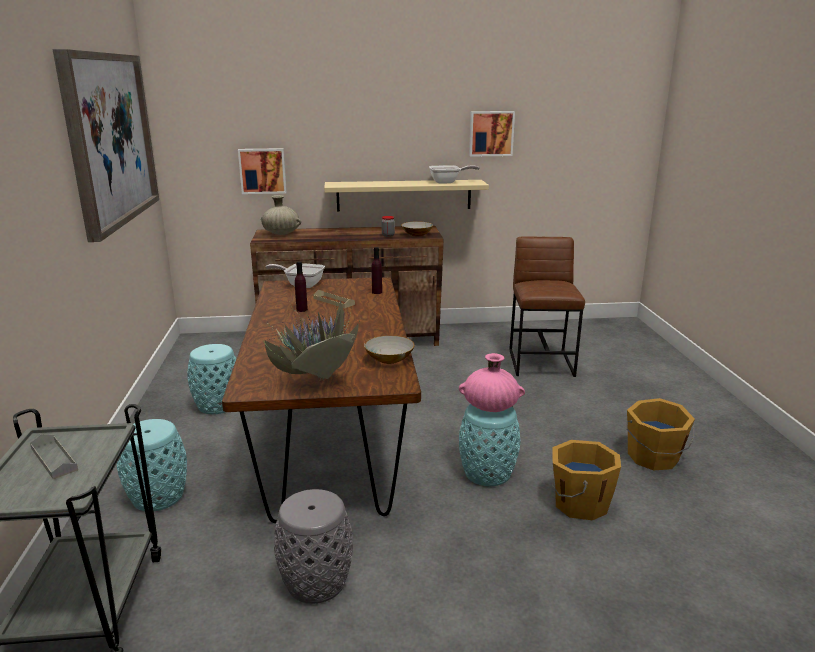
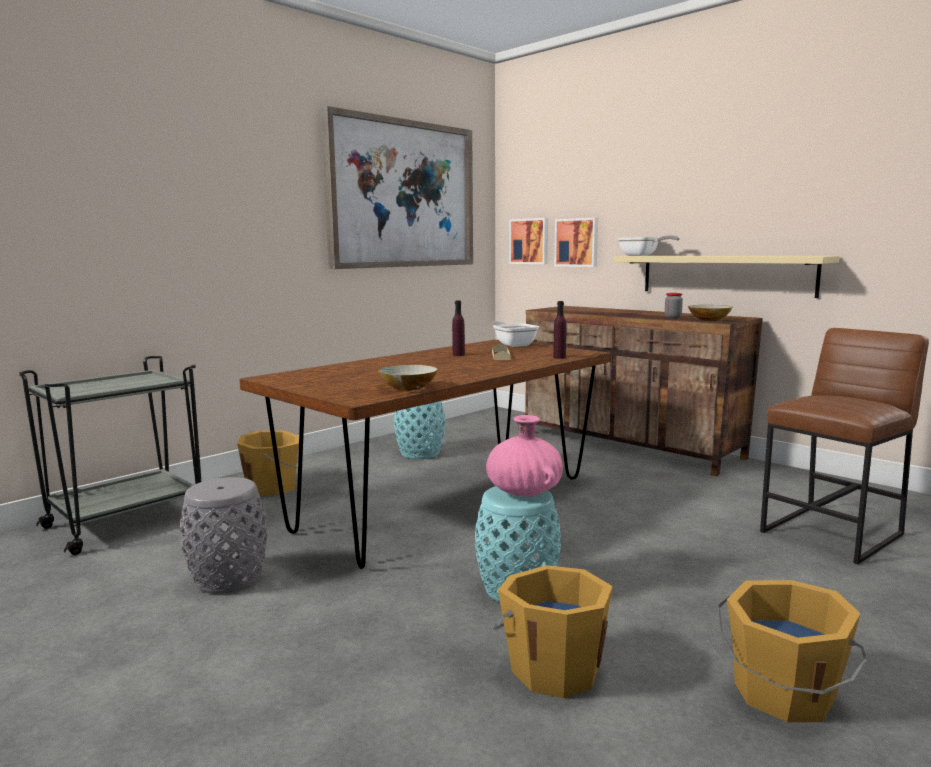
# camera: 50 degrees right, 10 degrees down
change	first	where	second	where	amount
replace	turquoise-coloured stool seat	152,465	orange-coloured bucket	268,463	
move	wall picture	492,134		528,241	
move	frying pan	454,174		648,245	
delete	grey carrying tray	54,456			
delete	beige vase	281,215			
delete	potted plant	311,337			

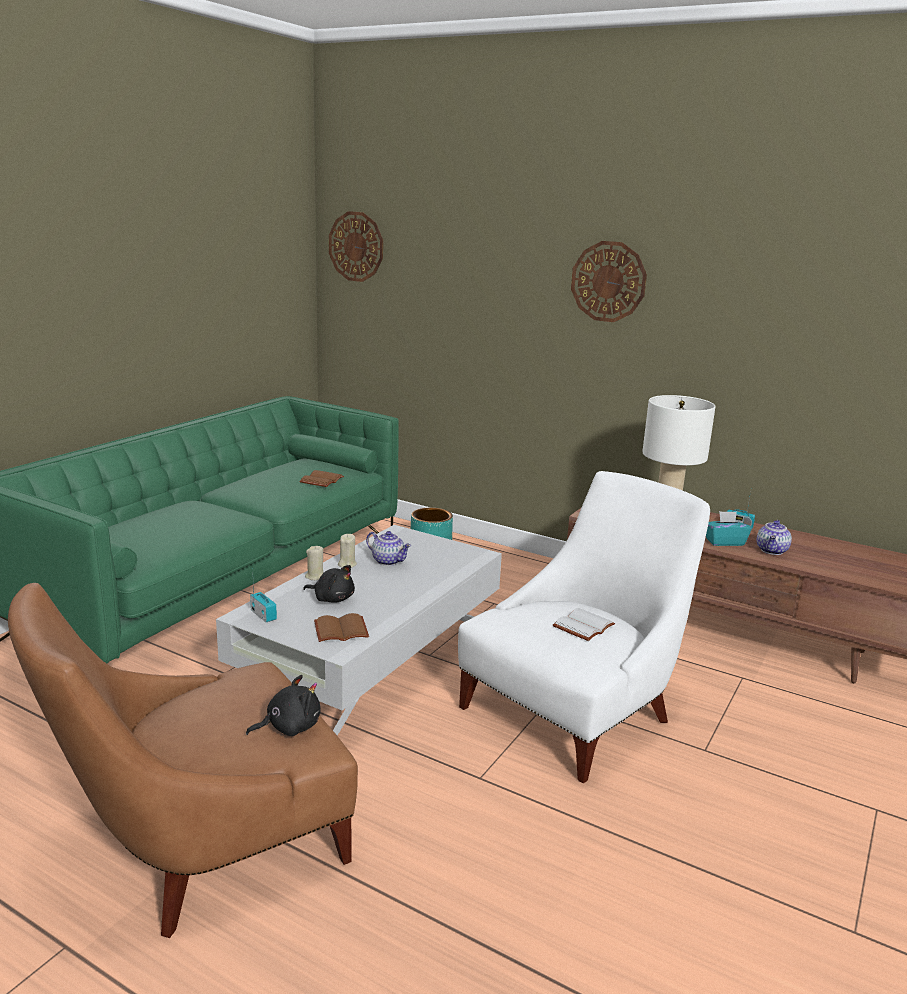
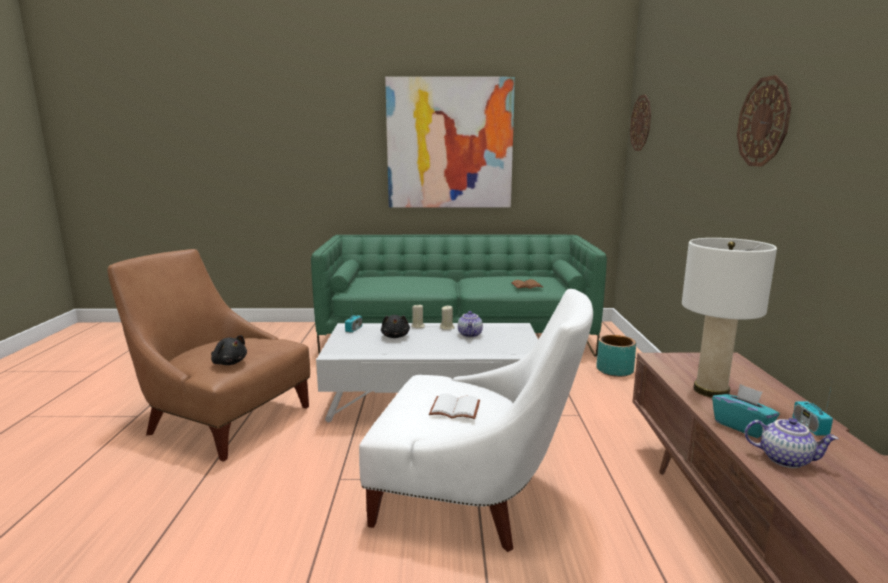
# camera: 60 degrees right, 5 degrees down
change	first	where	second	where	amount
insert			wall picture	450,142	
rotate	tea pot	774,537		791,443	150 degrees counterclockwise
delete	brownish bound book	341,627			

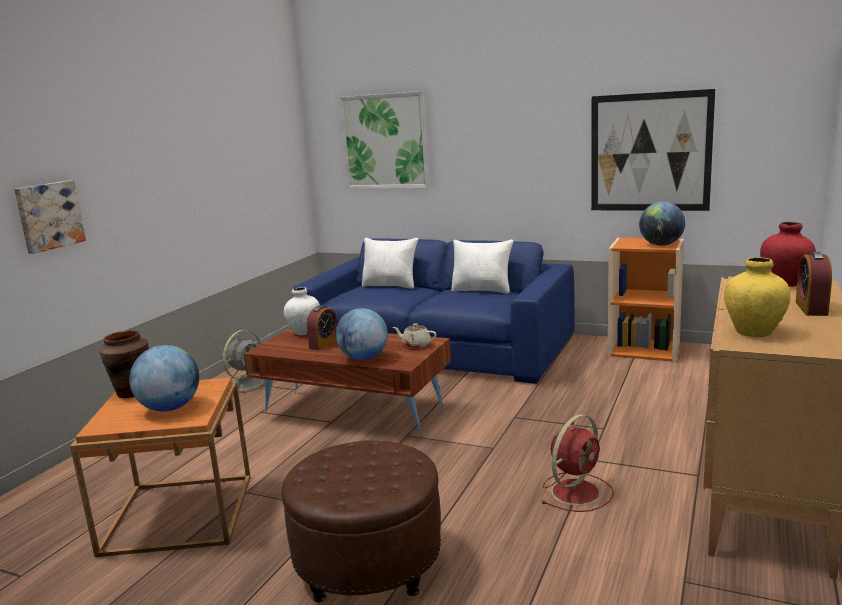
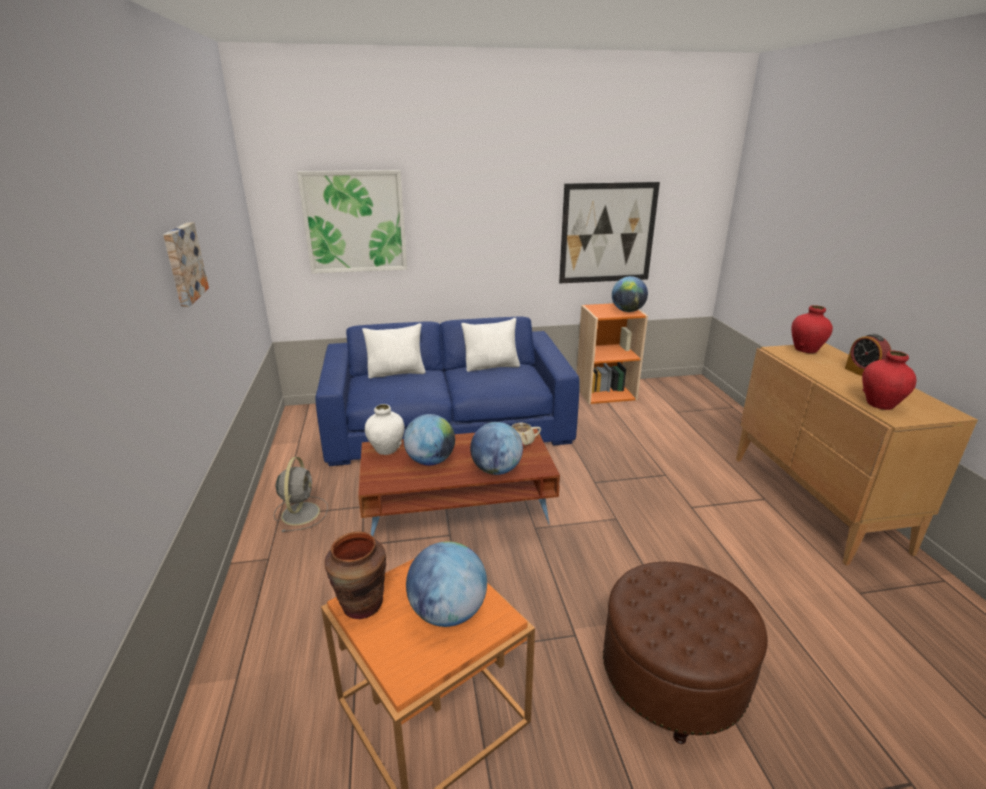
# camera: 35 degrees left, 10 degrees up
change	first	where	second	where	amount
move	wall picture	50,217		186,264	
replace	alarm clock	321,327	desk globe	429,439	
recolor	yellow-coloured vase	757,297	reddish vase	889,380	
delete	reddish electric fan	578,463			

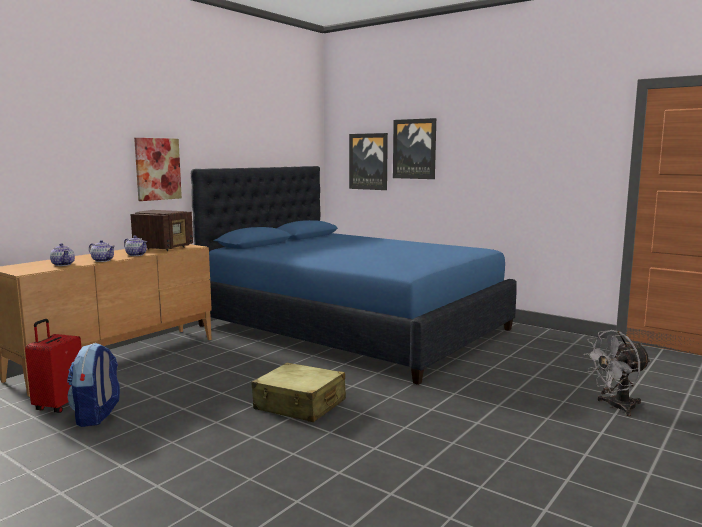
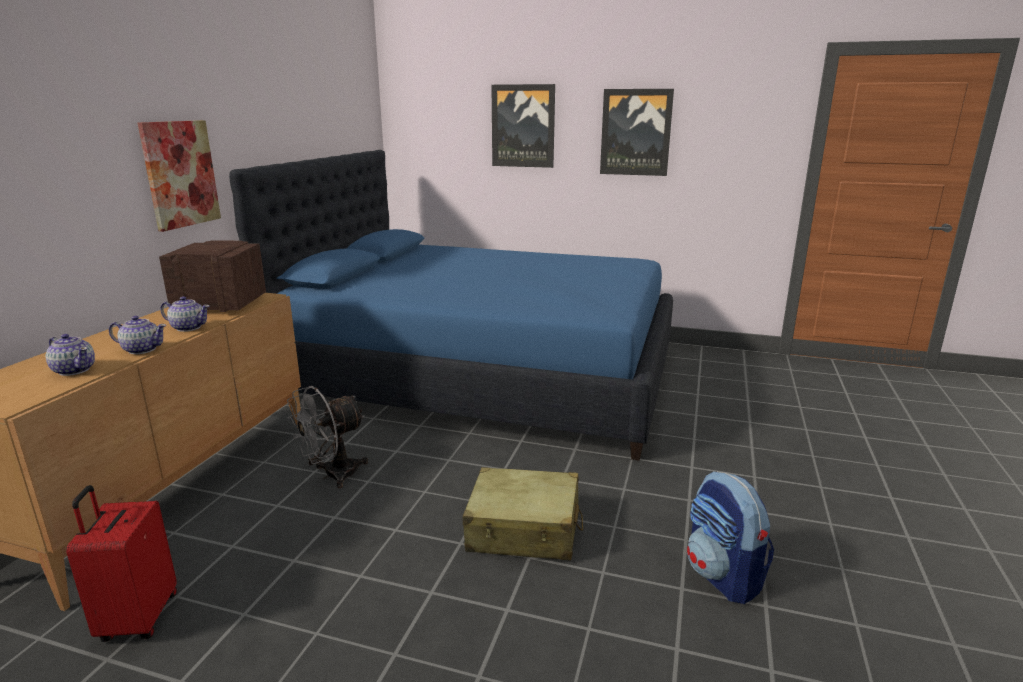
# camera: 20 degrees left, 10 degrees up
change	first	where	second	where	amount
rotate	radio receiver	162,230		212,276	90 degrees counterclockwise
move	grey electric fan	617,373		327,437	
move	wall picture	368,161		637,132	
move	knapsack	93,385		730,537	

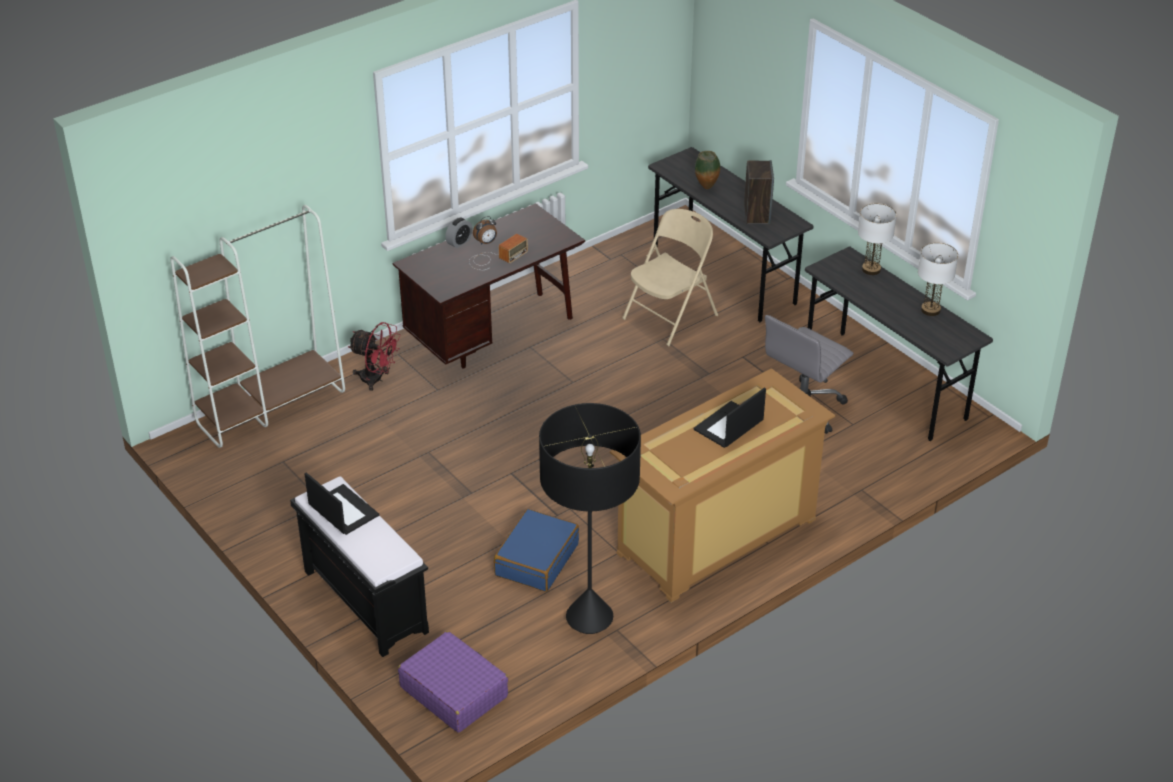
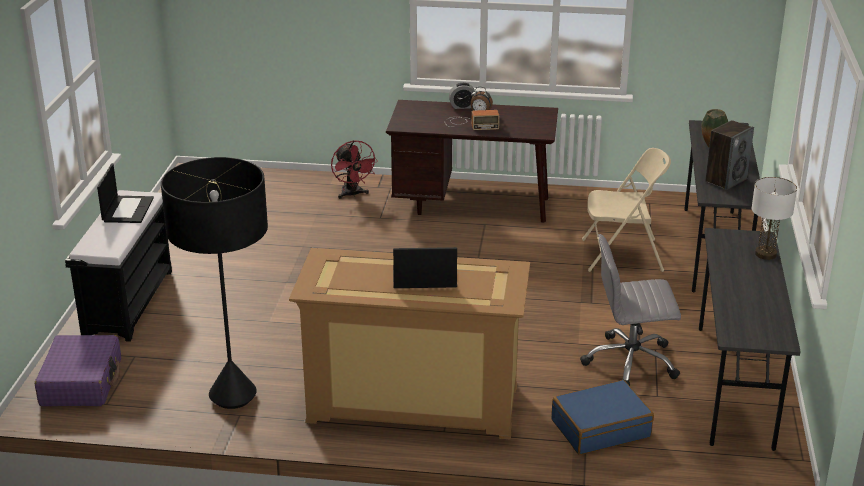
# camera: 45 degrees right, 10 degrees down
change	first	where	second	where	amount
move	blue-coloured piece of luggage	536,550		602,417	
delete	brownish garment stand	257,326			
delete	tabletop lamp	938,279			

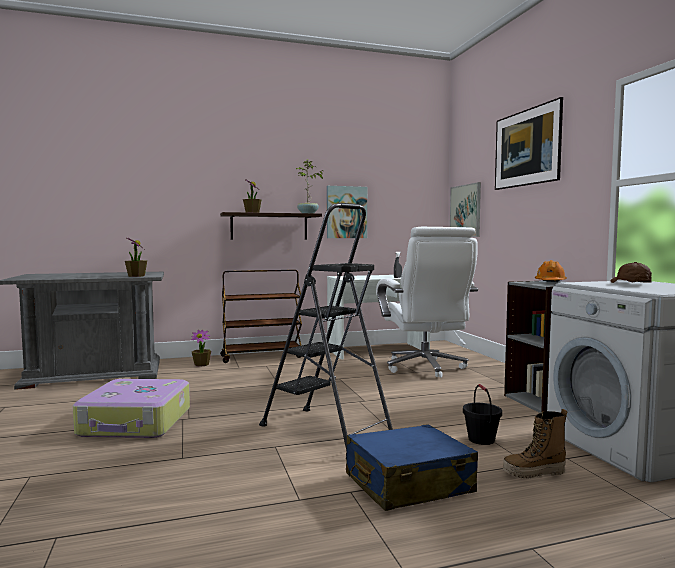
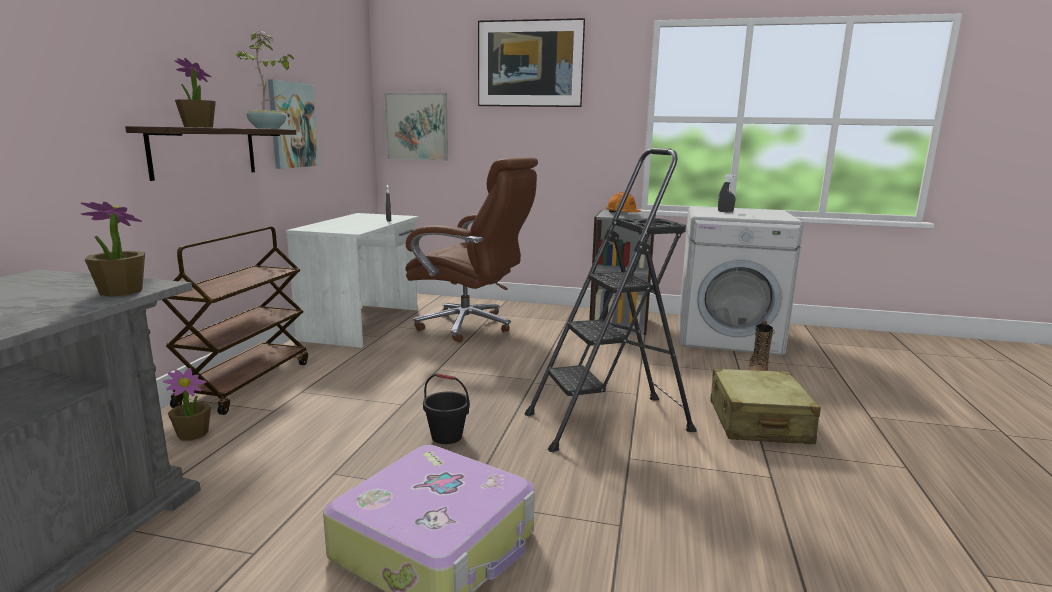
# camera: 60 degrees left, 10 degrees up
change	first	where	second	where	amount
recolor	white-coloured desk chair	427,302	brownish desk chair	471,250	
move	black bucket	482,414		446,408	
recolor	blue-coloured piece of luggage	412,467	beige piece of luggage	765,406	
replace	brownish baseball cap	631,272	grey sprayer	727,193	

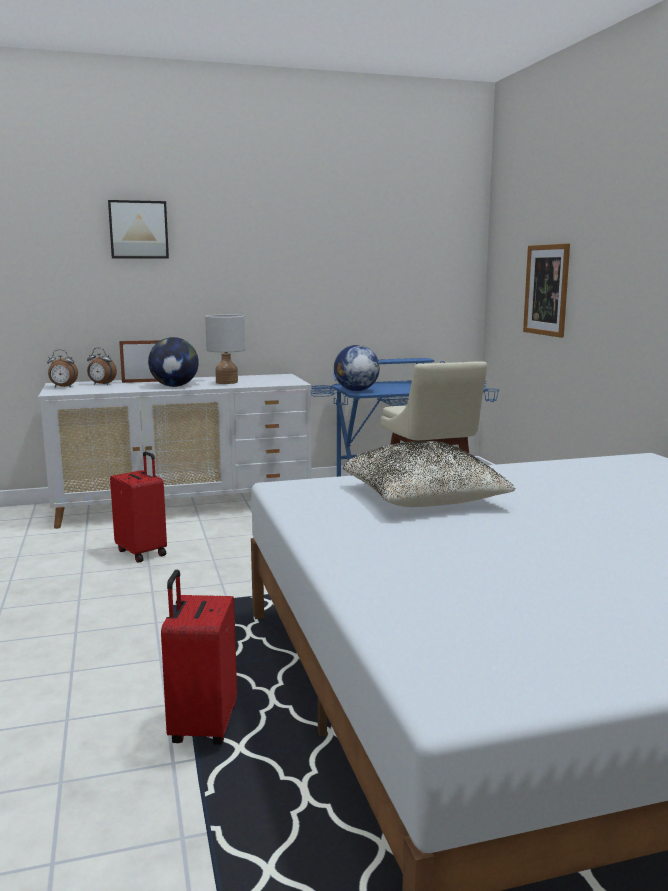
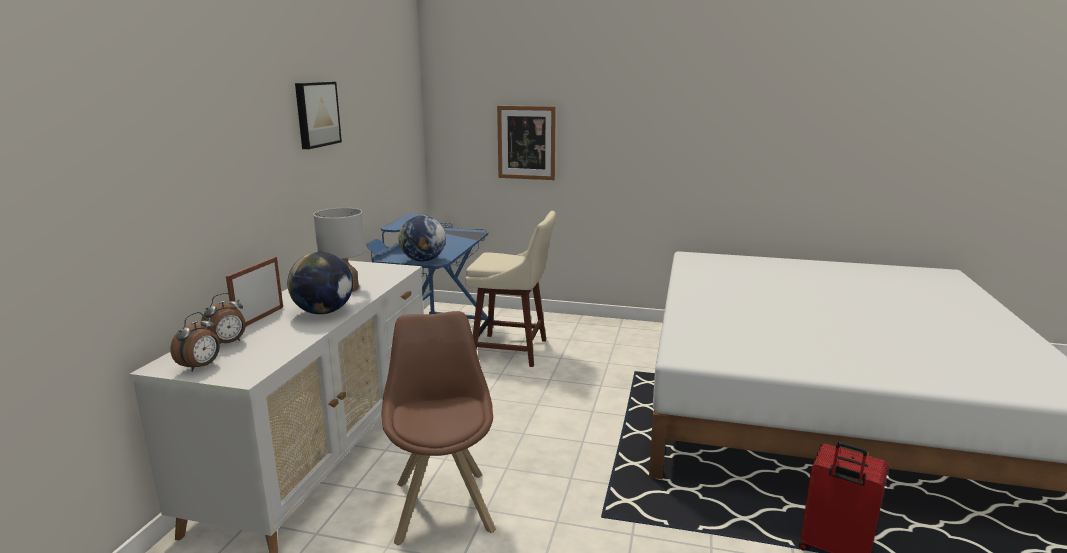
# camera: 60 degrees left, 5 degrees up
change	first	where	second	where	amount
move	wall picture	138,229		318,115	
replace	reddish piece of luggage	138,507	brownish plain chair	439,428	
delete	beige throw pillow	429,474			

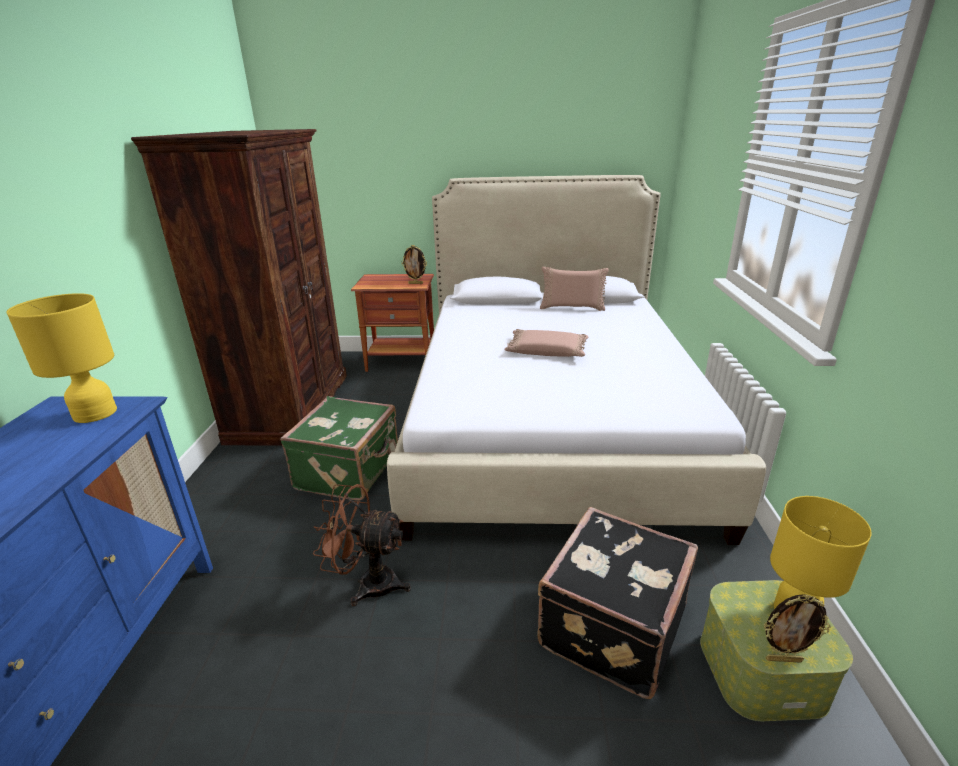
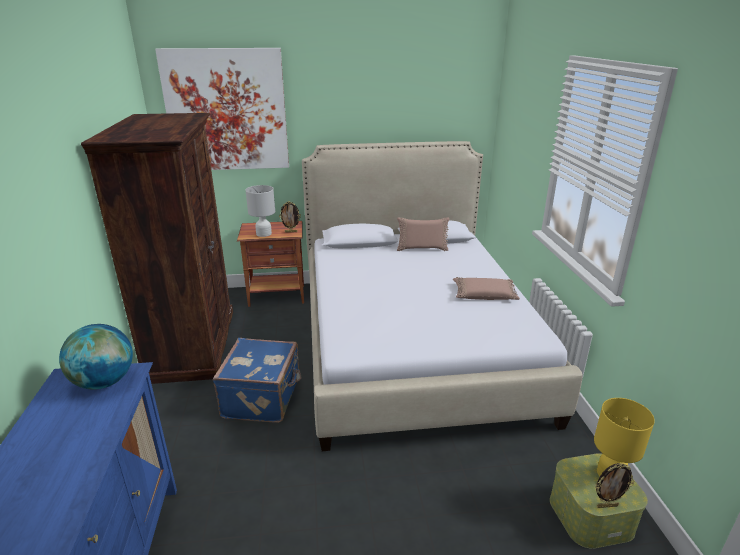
# camera: 10 degrees left, 0 degrees up
change	first	where	second	where	amount
replace	yellow-coloured tabletop lamp	62,358	desk globe	96,356	
insert			wall picture	222,109	
recolor	green piece of luggage	339,448	blue-coloured piece of luggage	256,380	
insert			grey tabletop lamp	260,211	
move	beige throw pillow	546,343		486,288	
delete	brownish electric fan	362,545			
delete	black piece of luggage	617,603			

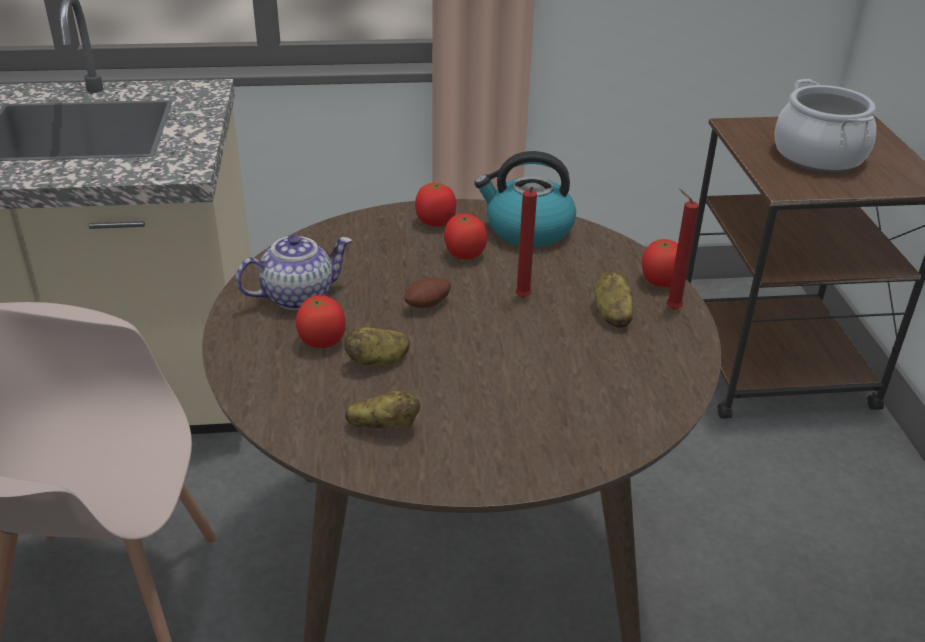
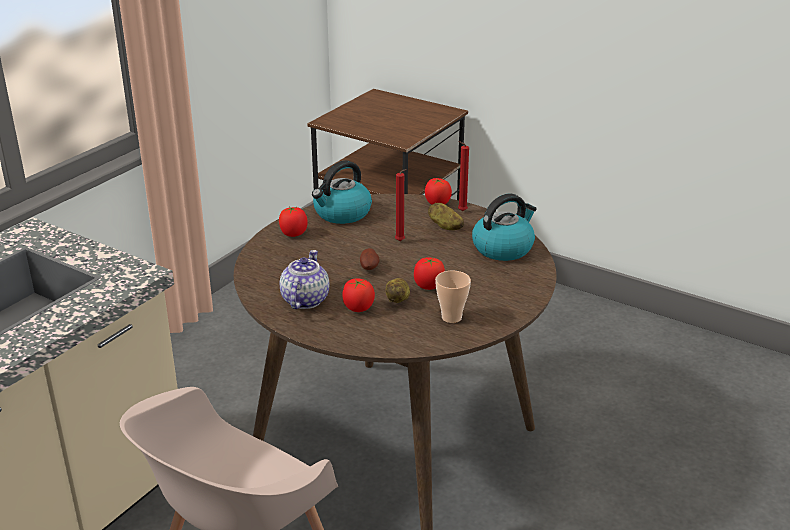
# camera: 50 degrees left, 5 degrees down
change	first	where	second	where	amount
move	tomato	465,236		429,274	
replace	potato	382,409	small cup	453,297	
insert			kettle	504,227	
delete	cooking pot	825,125			

